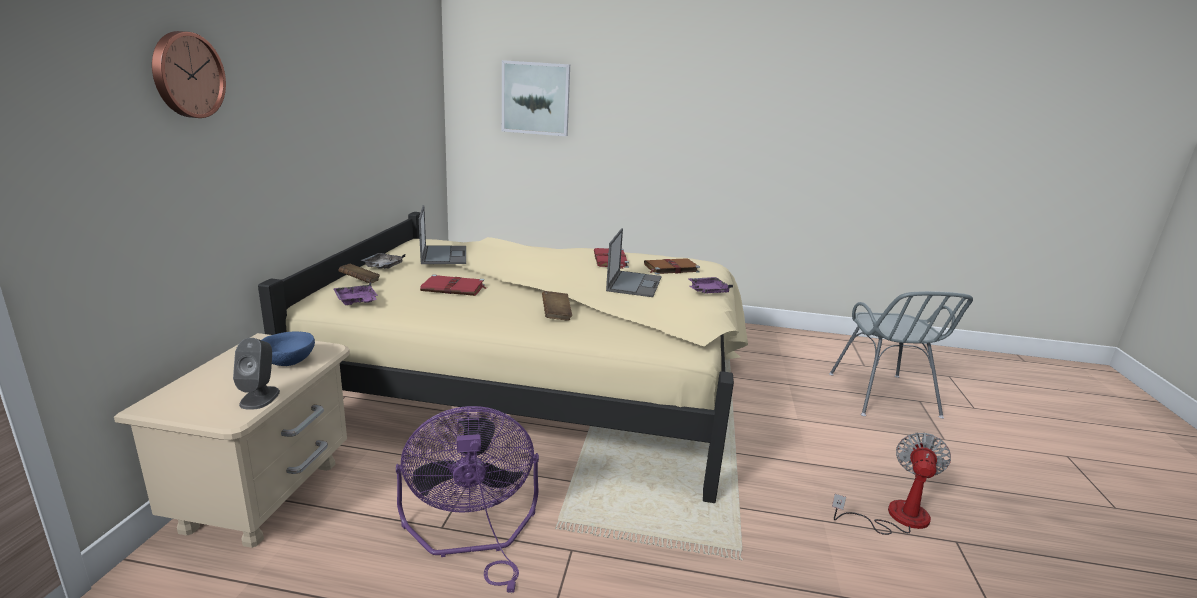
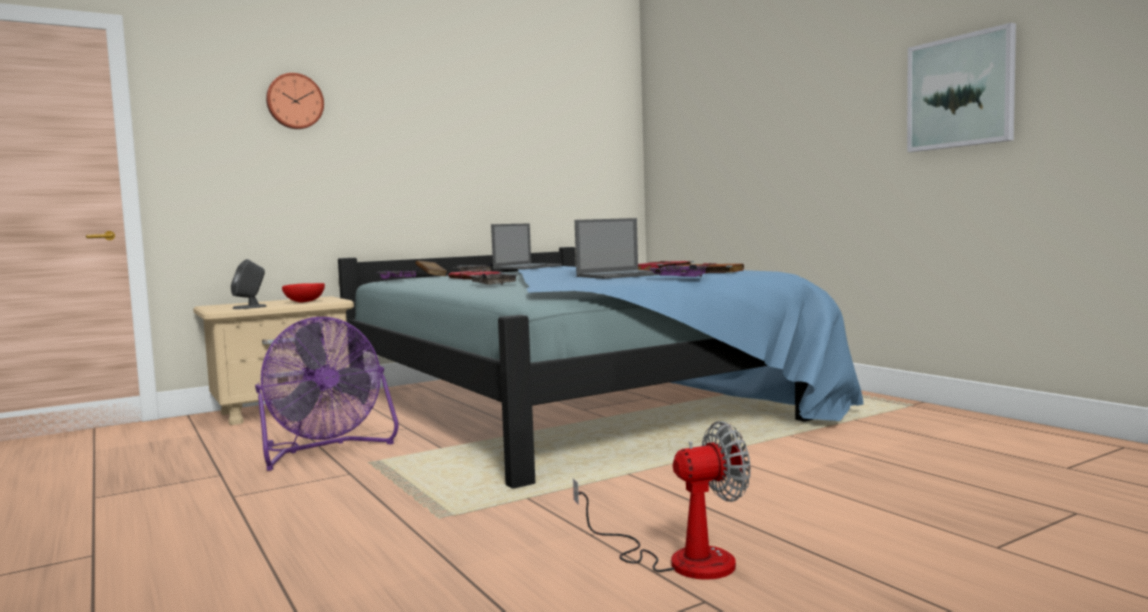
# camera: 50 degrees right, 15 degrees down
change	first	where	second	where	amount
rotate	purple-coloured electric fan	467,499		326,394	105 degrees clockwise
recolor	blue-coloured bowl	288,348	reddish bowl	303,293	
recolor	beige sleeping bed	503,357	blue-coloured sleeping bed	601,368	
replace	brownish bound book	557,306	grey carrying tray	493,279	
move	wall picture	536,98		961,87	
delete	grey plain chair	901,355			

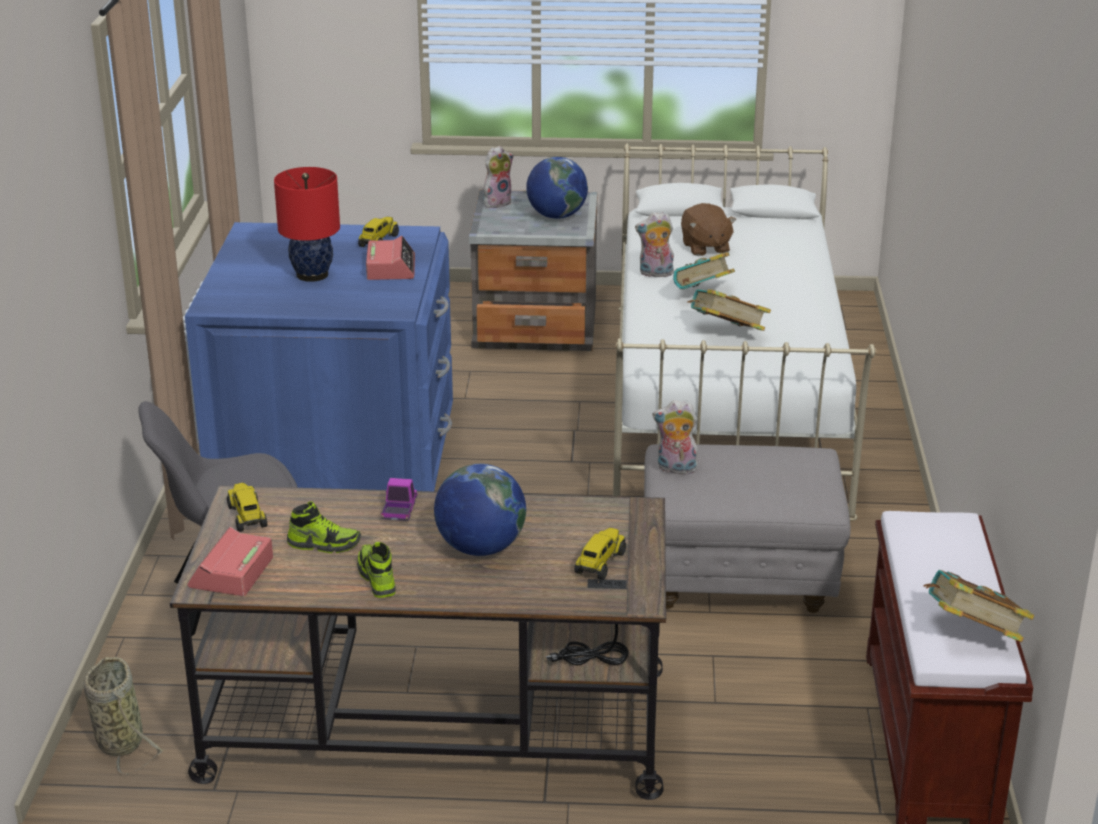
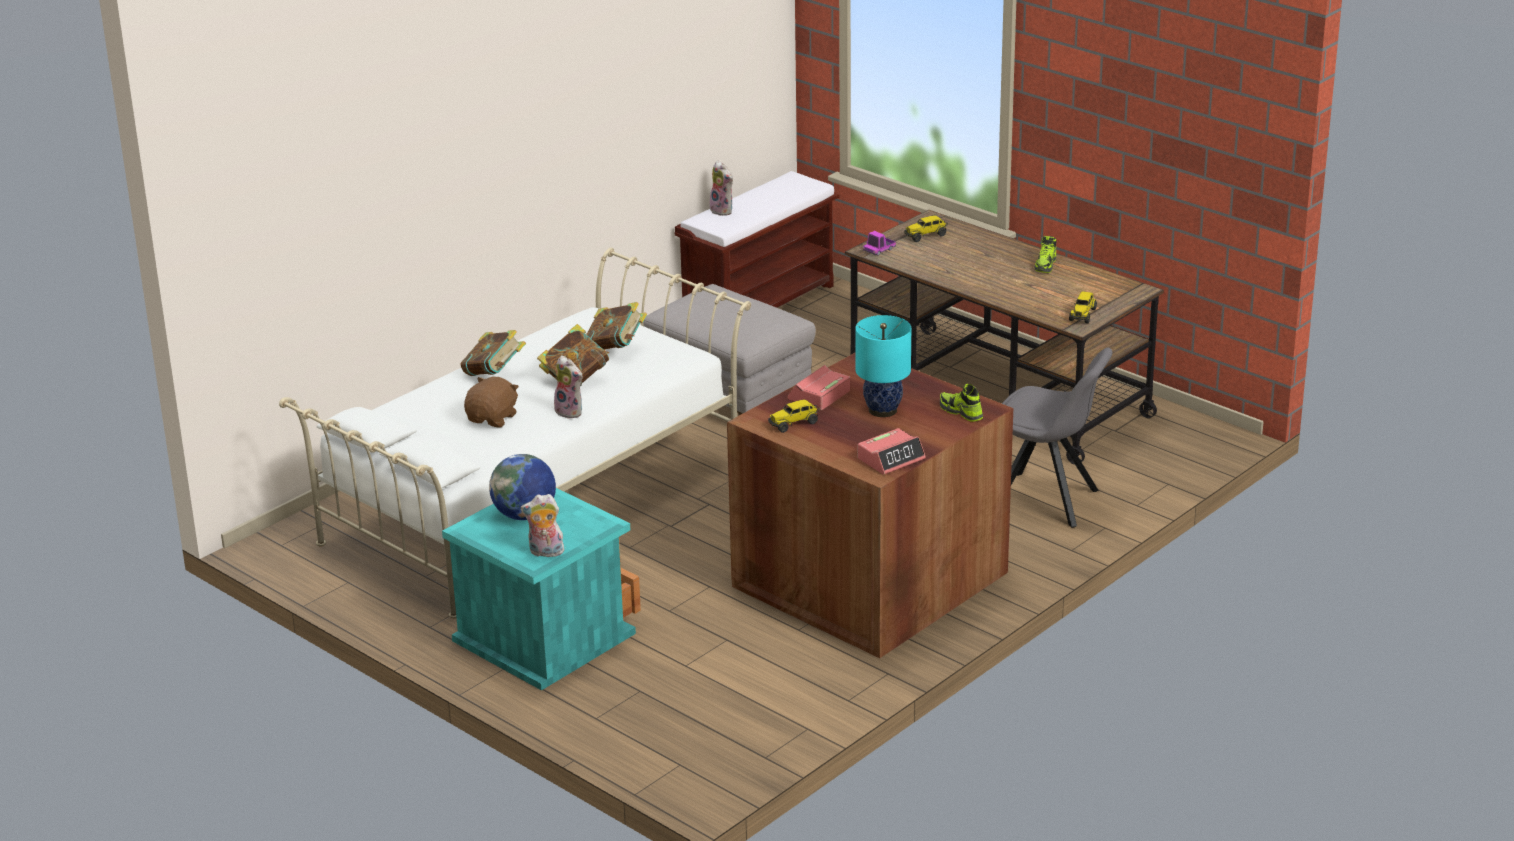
# camera: 140 degrees left, 0 degrees up
change	first	where	second	where	amount
recolor	grey nightstand	533,270	turquoise-coloured nightstand	541,589	
move	bound book	978,606		493,353	
move	soft toy	675,437		721,188	
recolor	blue-coloured chest of drawers	319,356	brownish chest of drawers	870,505	
recolor	reddish tabletop lamp	307,224	turquoise-coloured tabletop lamp	883,366	
move	alarm clock	230,561		892,451	
move	toy lorry	399,499		879,243	
move	item of footwear	324,527		961,403	
delete	basket	123,716			
delete	desk globe	480,510			

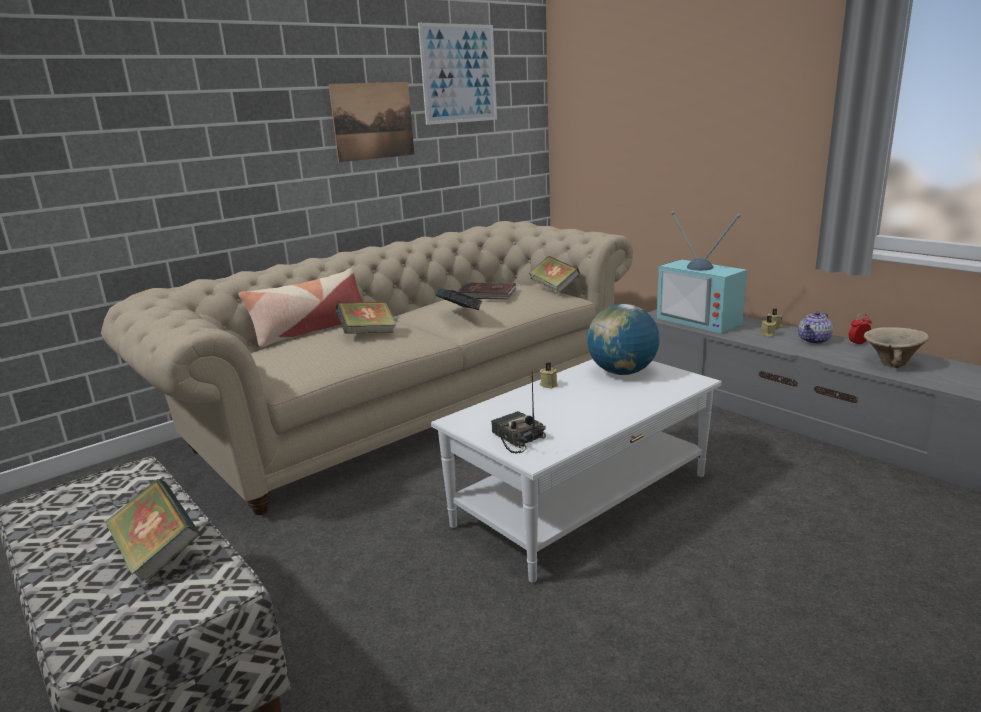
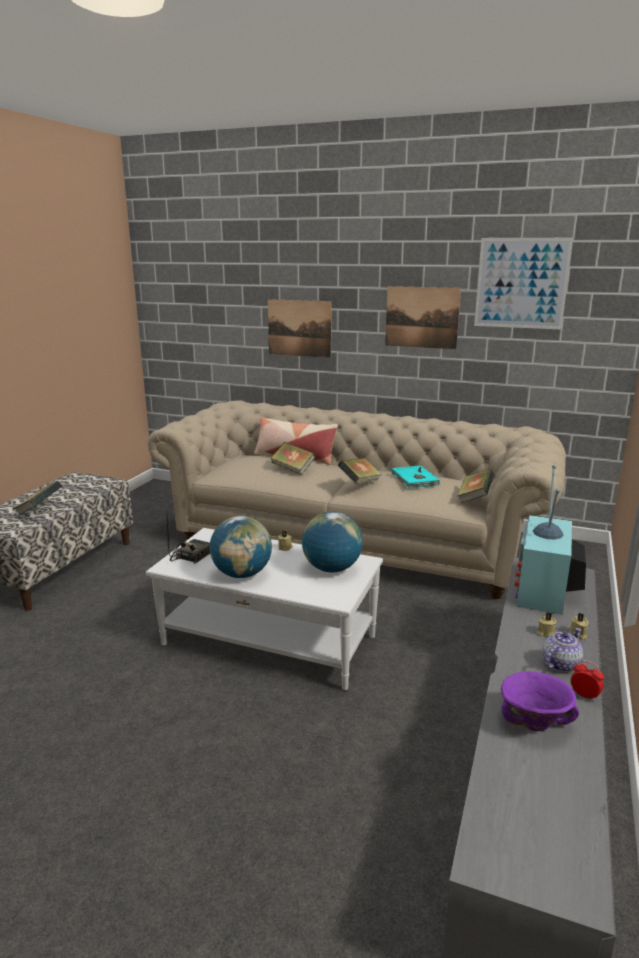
# camera: 60 degrees right, 0 degrees up
change	first	where	second	where	amount
insert			desk globe	241,547	
insert			wall picture	300,328	
recolor	brownish bound book	487,291	turquoise-coloured bound book	415,476	
recolor	beige bowl	896,347	purple-coloured bowl	540,701	
rotate	tea pot	815,327		562,650	120 degrees clockwise

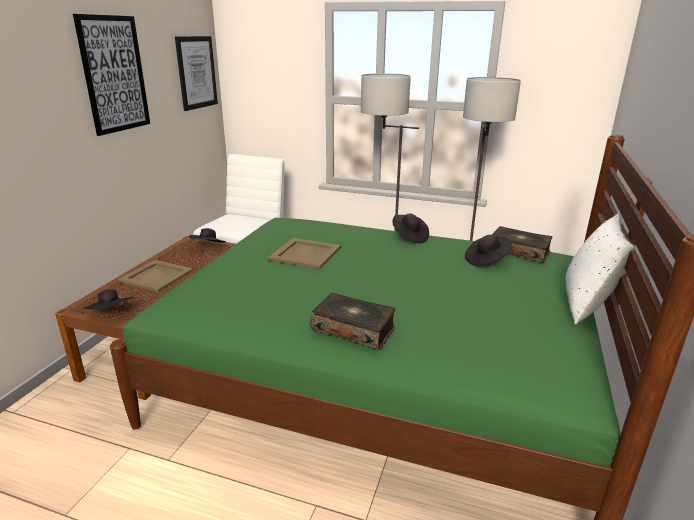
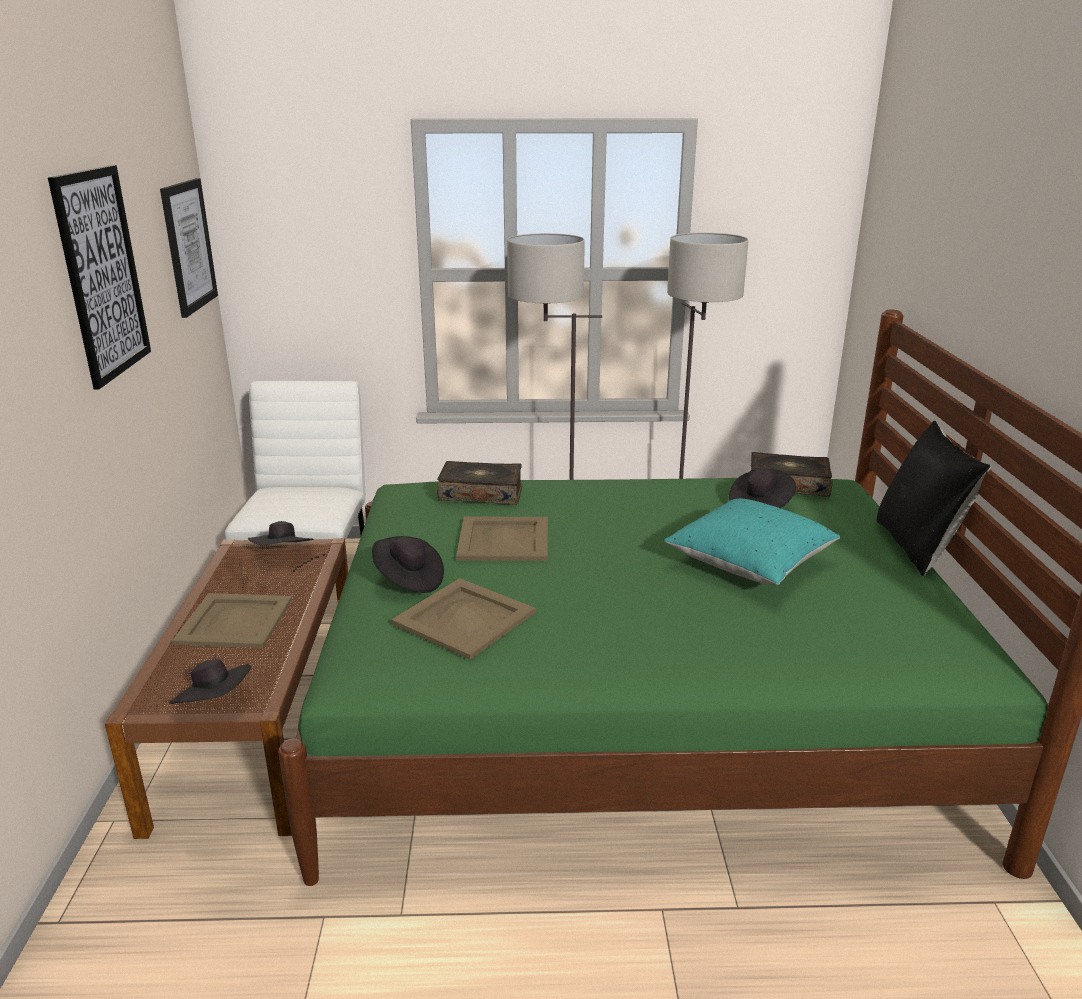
# camera: 20 degrees left, 0 degrees up
change	first	where	second	where	amount
move	black clothing hat	411,228		408,564	
insert			beige carrying tray	463,619	
move	bound book	353,321		479,483	
insert			turquoise-coloured throw pillow	752,541	
recolor	white-coloured throw pillow	600,269	black throw pillow	934,498	

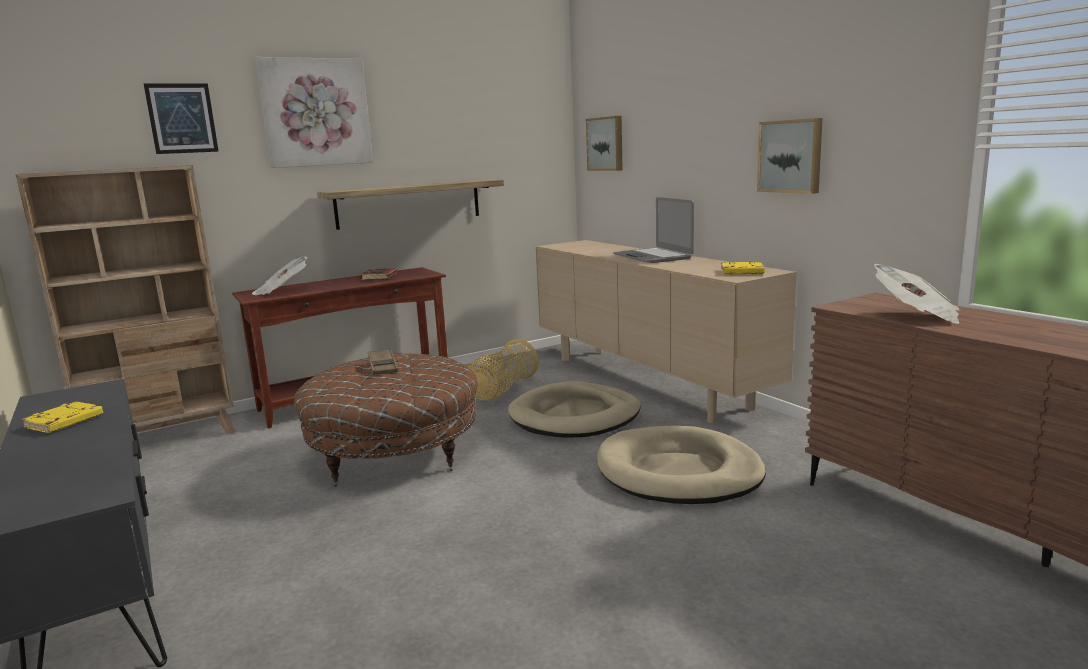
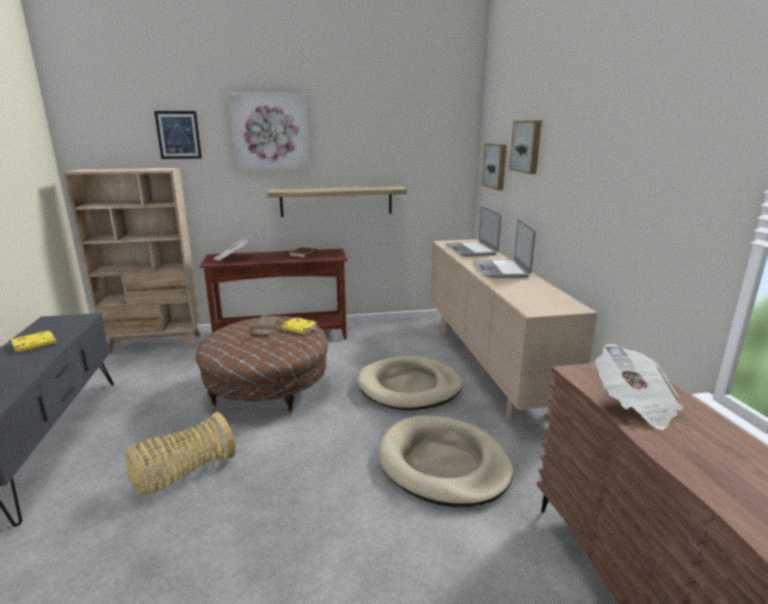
# camera: 20 degrees right, 5 degrees up
change	first	where	second	where	amount
move	basket	503,369		180,453	
move	yellow-coloured bound book	743,268		299,325	
insert			laptop	473,231	
move	wall picture	790,156		525,147	

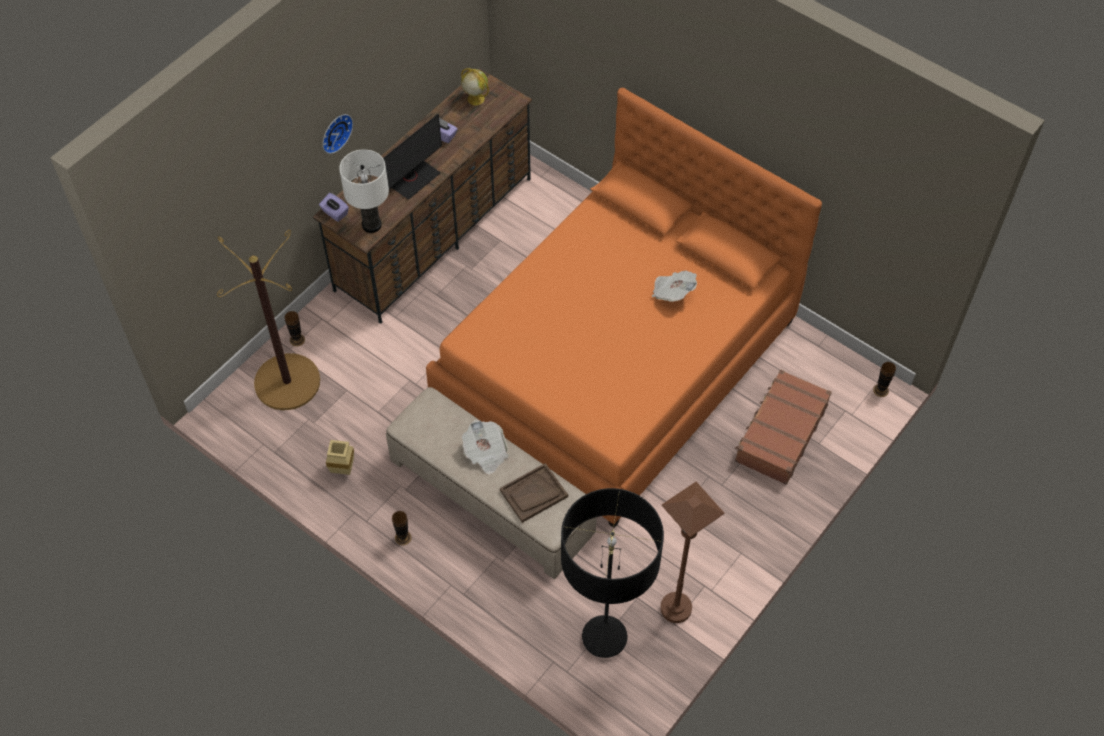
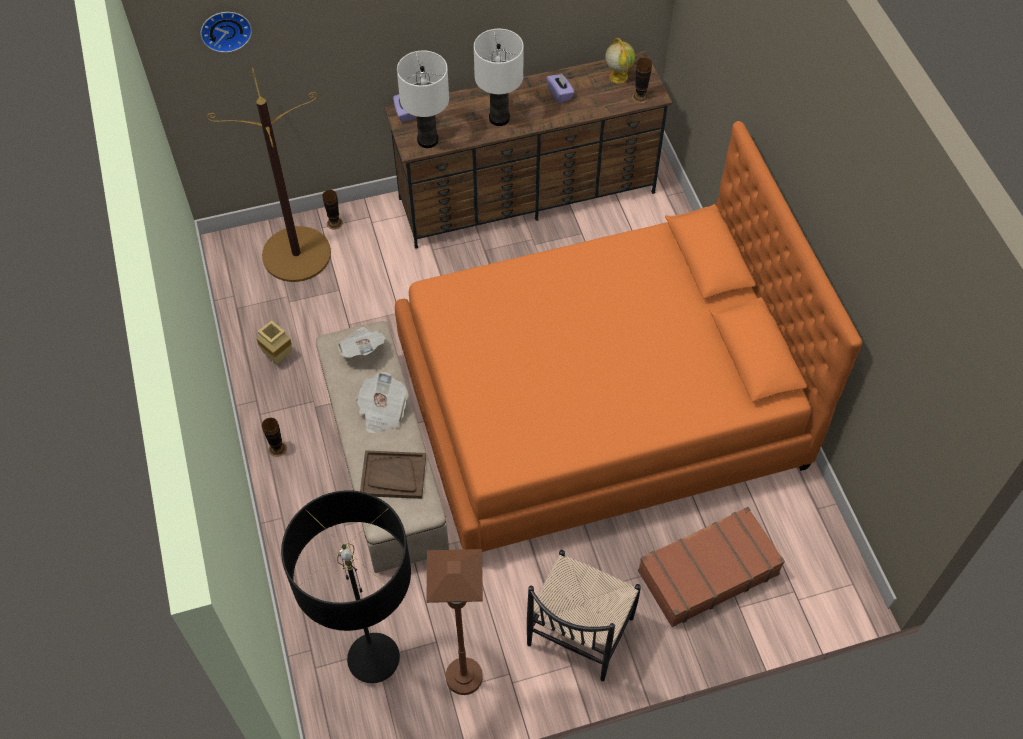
# camera: 35 degrees right, 0 degrees up
change	first	where	second	where	amount
move	hanging clock	338,134		226,32	
move	daily paper	674,286		361,342	
replace	computer screen	412,157	white-coloured tabletop lamp	499,77	
insert			black plain chair	584,615	
move	vase	884,379		642,80	

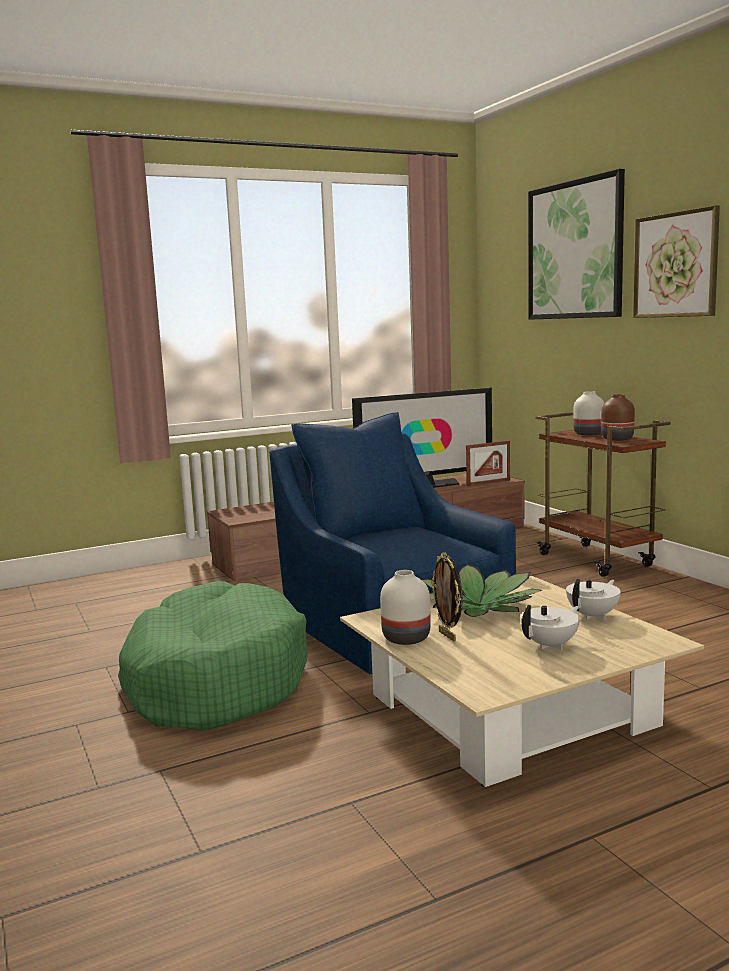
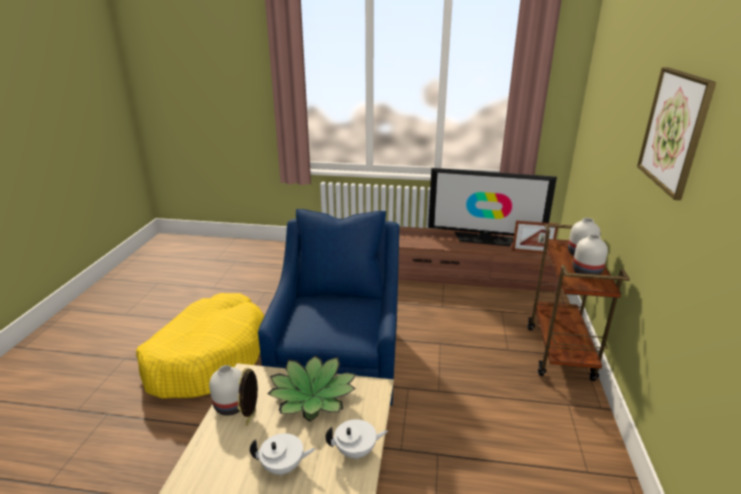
# camera: 35 degrees right, 15 degrees up
change	first	where	second	where	amount
recolor	green pet bed	213,656	yellow-coloured pet bed	200,346	
recolor	brownish vase	618,417	white-coloured vase	590,254	
delete	wall picture	576,244			

